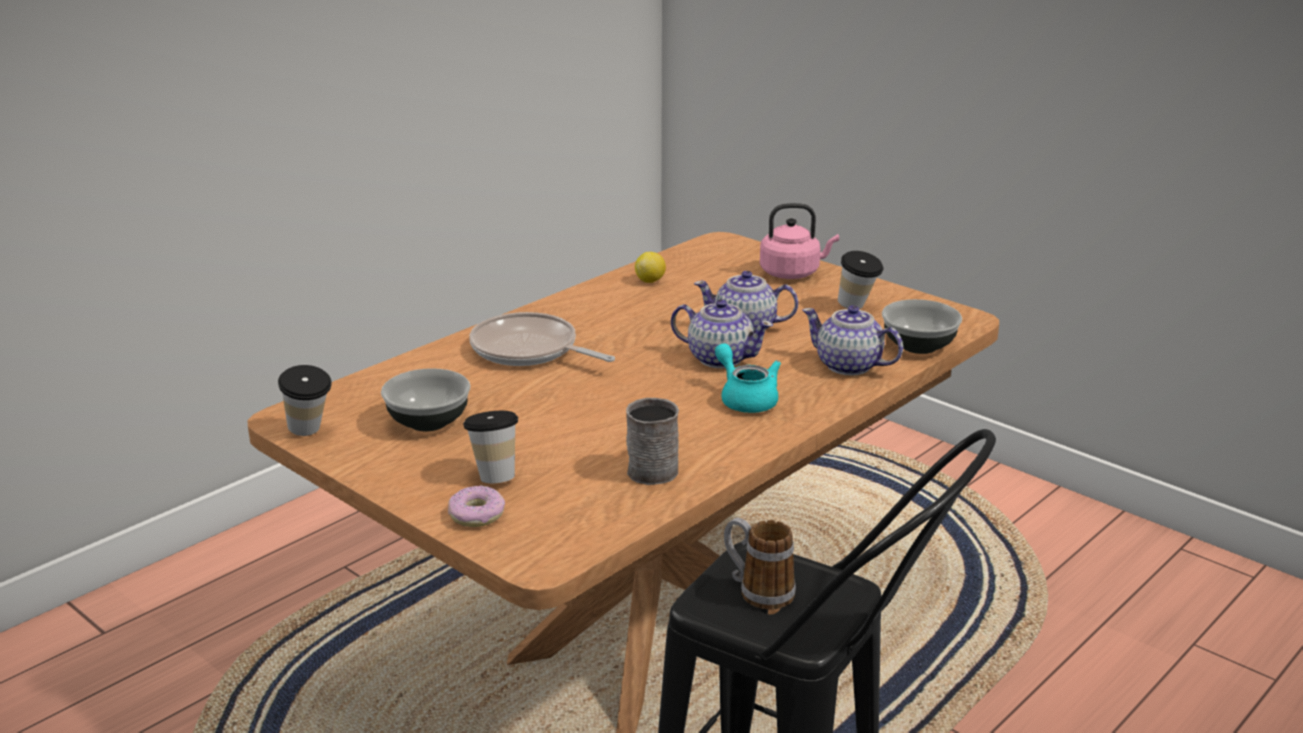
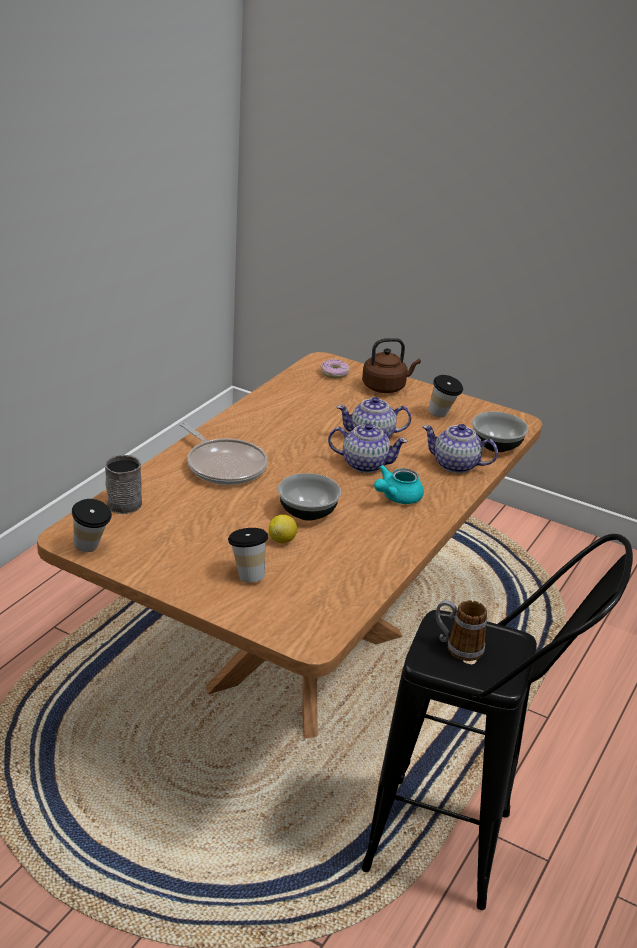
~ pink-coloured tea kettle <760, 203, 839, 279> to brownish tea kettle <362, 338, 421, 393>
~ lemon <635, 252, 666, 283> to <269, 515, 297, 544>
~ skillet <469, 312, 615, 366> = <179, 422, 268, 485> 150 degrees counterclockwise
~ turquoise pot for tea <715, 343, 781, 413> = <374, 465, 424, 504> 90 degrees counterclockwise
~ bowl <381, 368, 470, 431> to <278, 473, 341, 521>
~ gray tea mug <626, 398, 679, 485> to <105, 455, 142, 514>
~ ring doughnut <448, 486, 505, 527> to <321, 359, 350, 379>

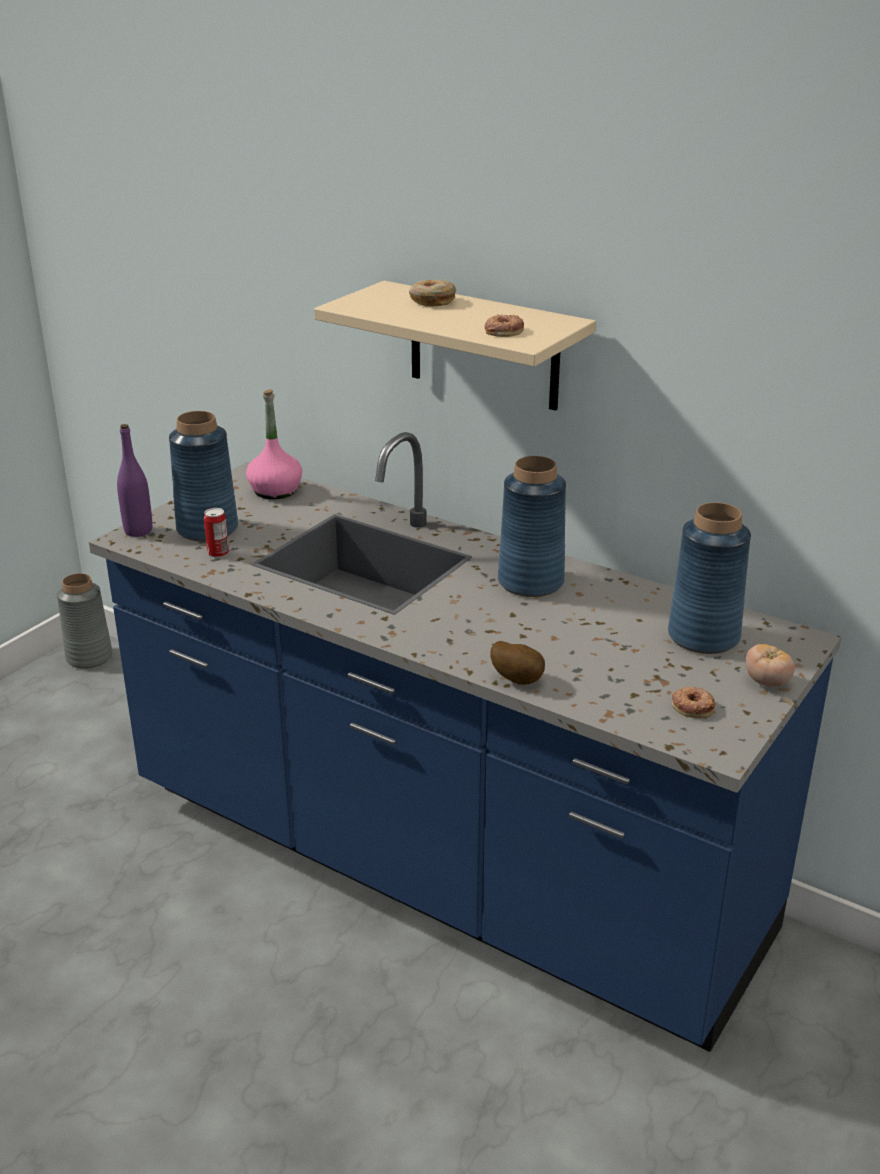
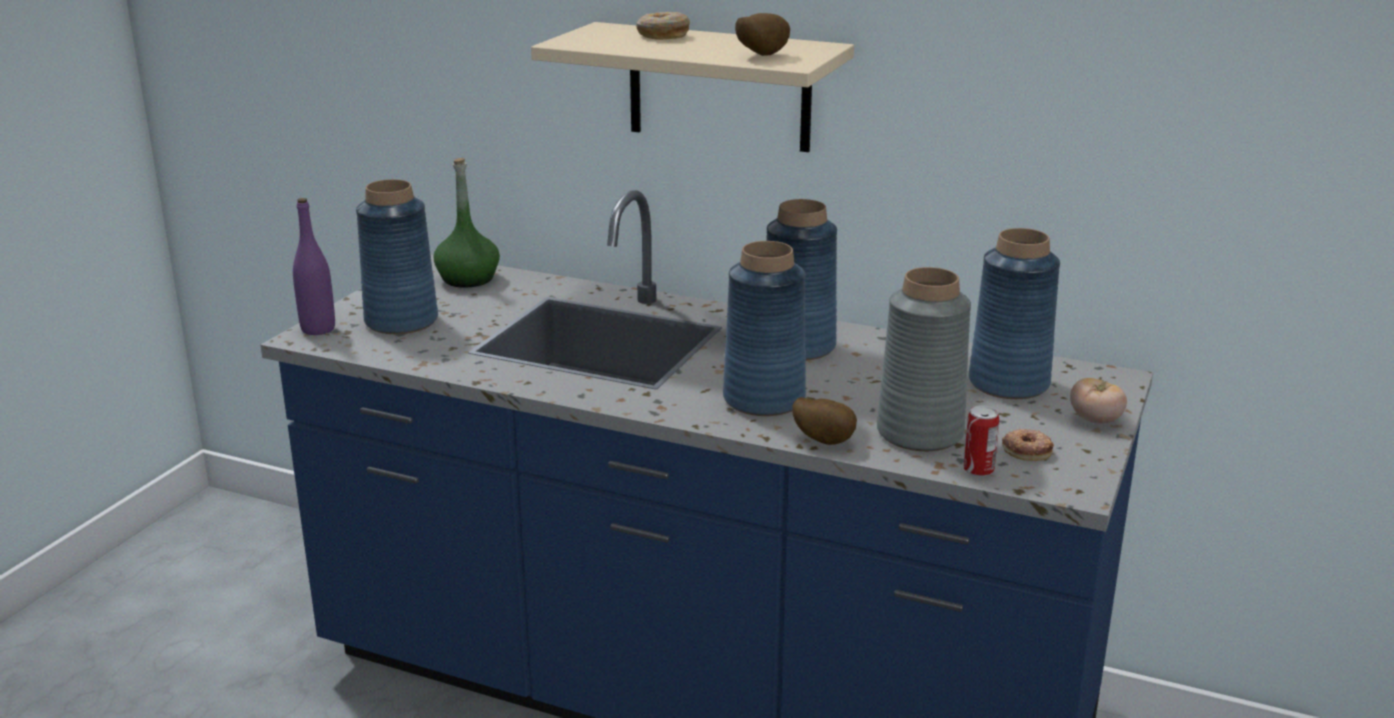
~ ring doughnut <484, 314, 524, 337> to spud <735, 13, 790, 56>
~ pink-coloured drink bottle <246, 389, 302, 499> to green-coloured drink bottle <434, 158, 500, 288>
~ metal can <204, 508, 229, 558> to <964, 405, 1000, 477>
~ gray decorative vase <57, 573, 113, 669> to <877, 267, 971, 451>
+ bluish decorative vase <723, 241, 806, 416>

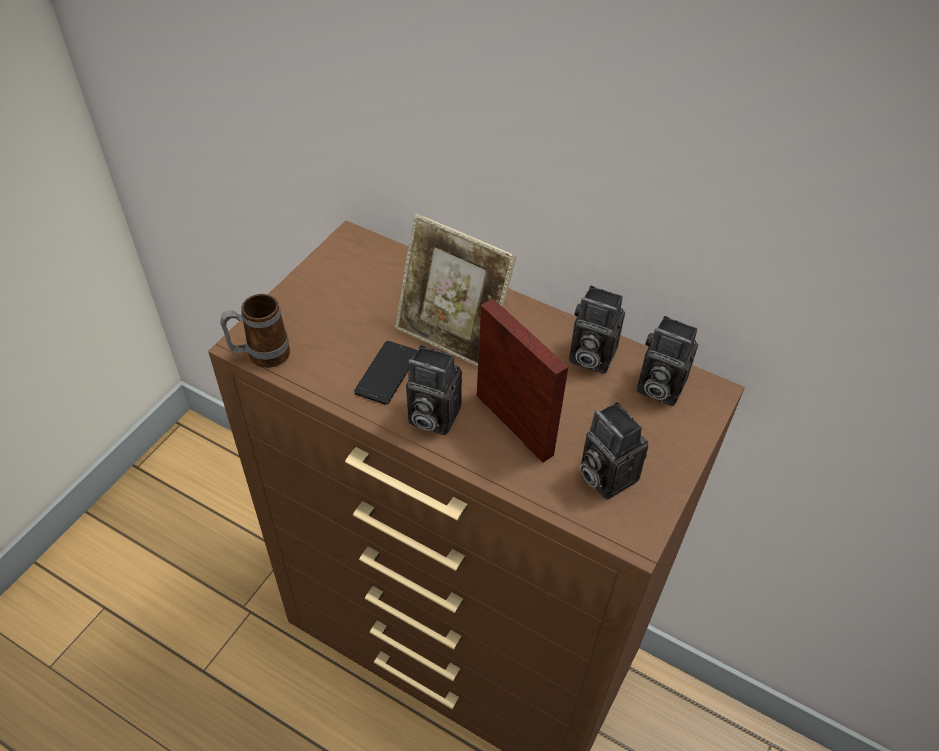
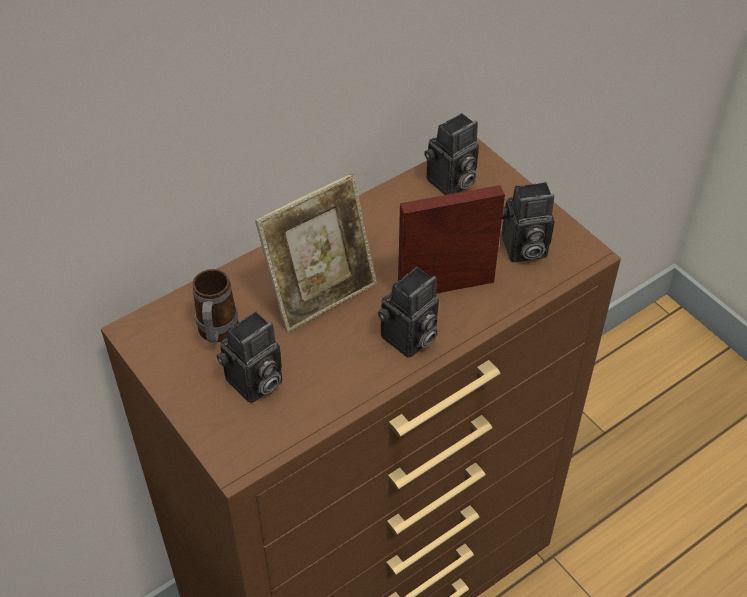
~ still camera <569, 286, 625, 374> to <216, 311, 282, 403>
~ tea mug <220, 294, 290, 368> to <192, 269, 238, 343>
- telephone <354, 341, 418, 405>

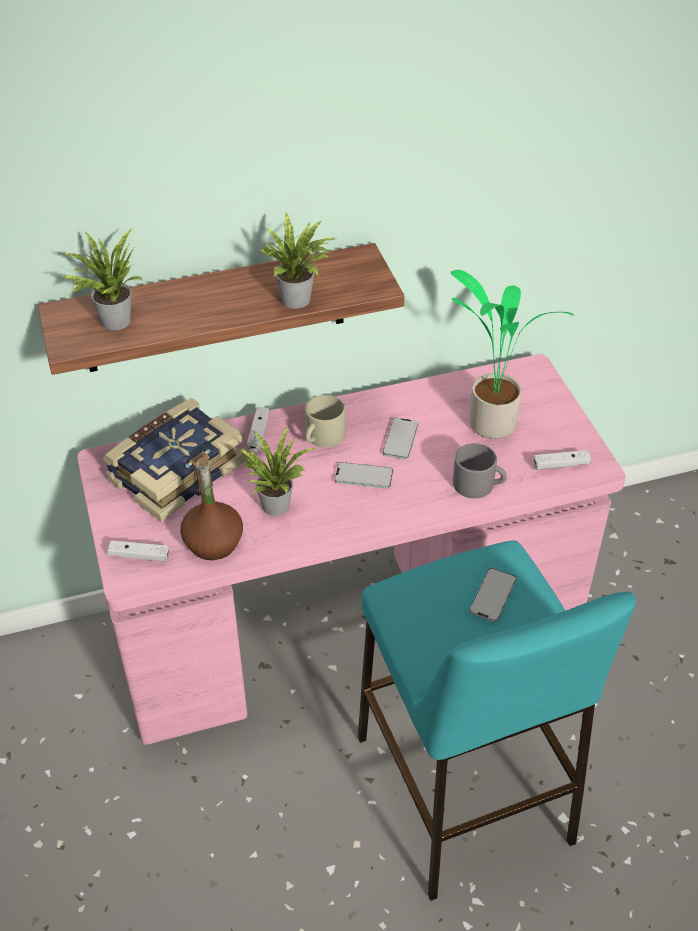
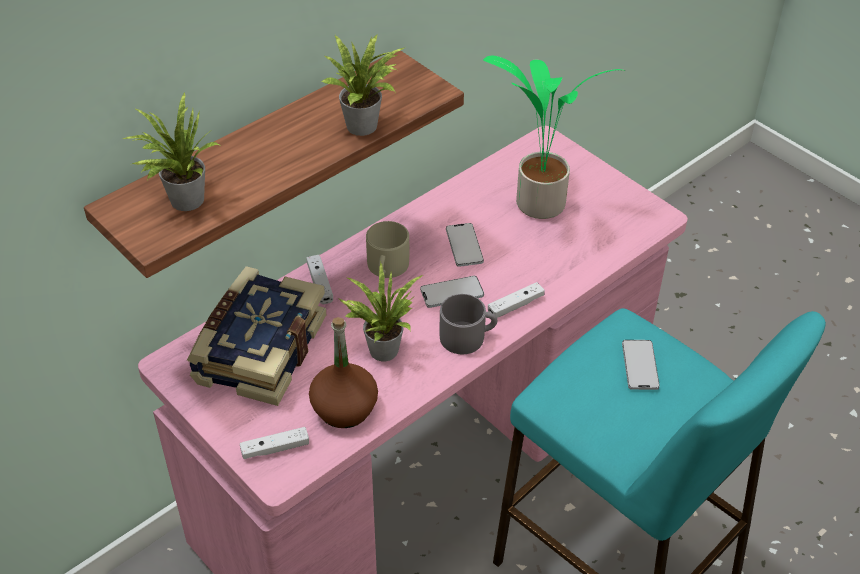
~ gray tea mug <453, 443, 507, 499> to <439, 294, 497, 354>
~ white-coloured game controller <534, 450, 591, 470> to <488, 282, 545, 318>

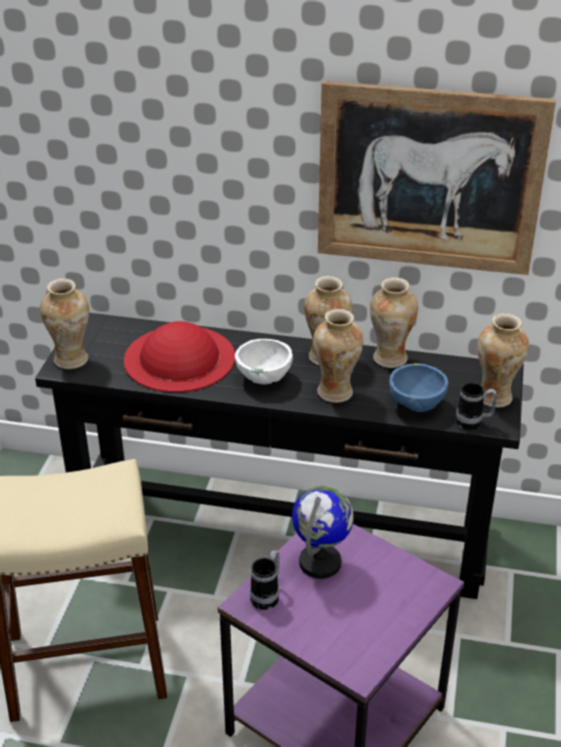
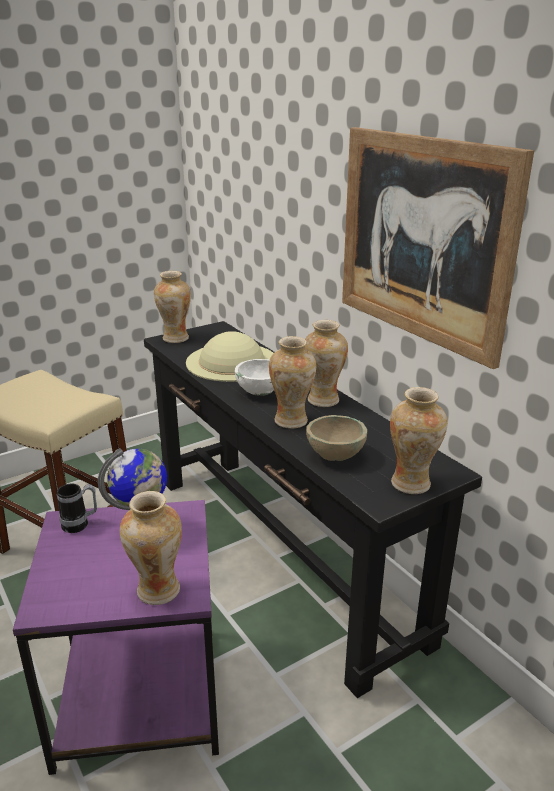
~ decorative vase <370, 277, 418, 368> to <120, 491, 182, 605>
~ reddish clothing hat <124, 321, 235, 392> to beige clothing hat <186, 331, 273, 382>
~ bluish bowl <389, 364, 448, 412> to beige bowl <306, 415, 367, 461>
- tea mug <456, 382, 497, 430>

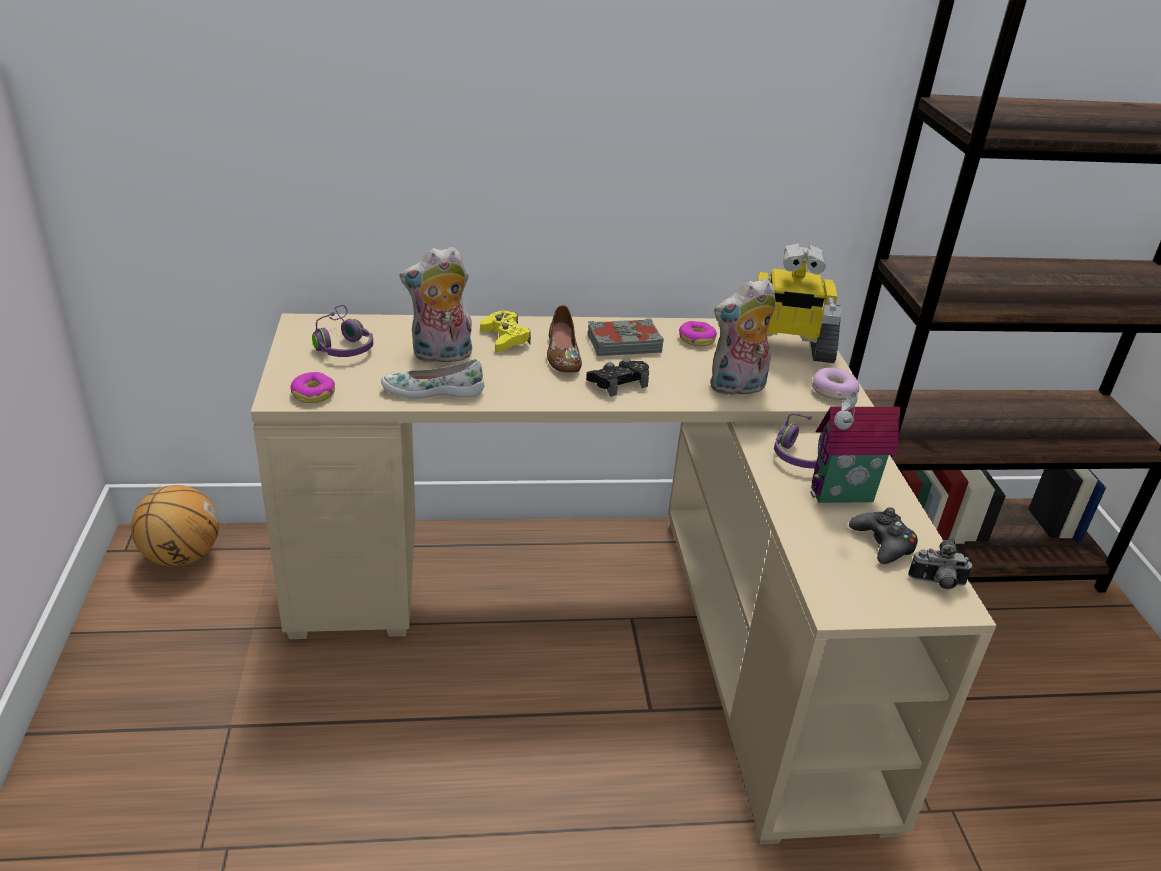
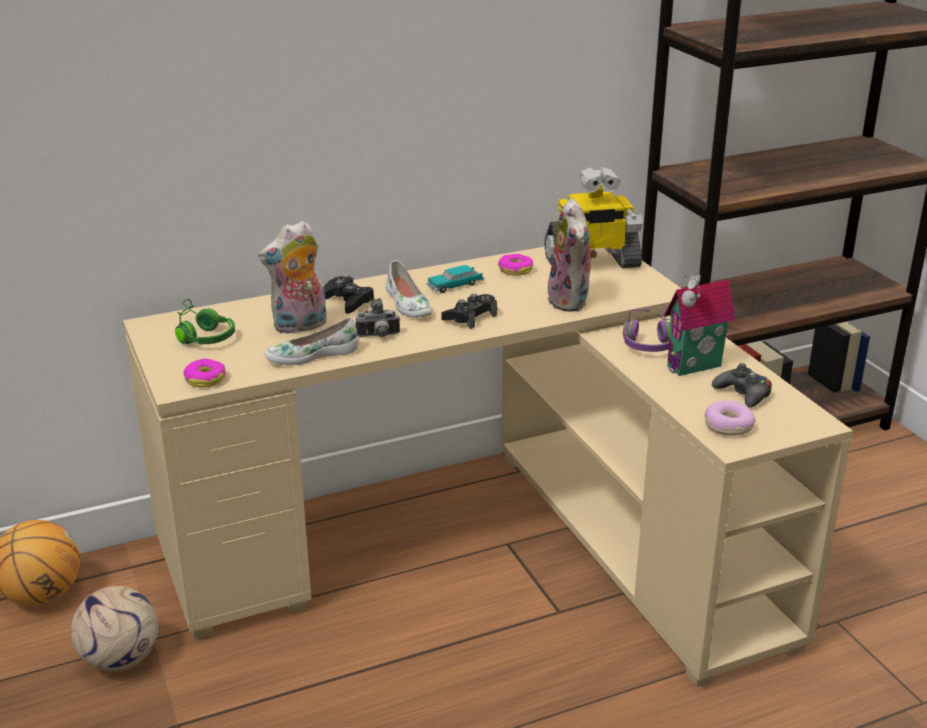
~ soft toy <710, 278, 776, 396> = <548, 198, 598, 312> 60 degrees counterclockwise
~ purple headset <312, 305, 373, 357> to green-coloured headset <175, 299, 235, 344>
~ brownish item of footwear <547, 305, 582, 372> to white-coloured item of footwear <386, 260, 432, 318>
~ yellow-coloured game controller <480, 311, 531, 352> to blackish game controller <323, 276, 374, 314>
~ gray book <587, 318, 664, 356> to model car <426, 265, 485, 293>
~ ring doughnut <812, 368, 859, 400> to <705, 401, 756, 436>
~ still camera <908, 538, 973, 590> to <356, 298, 400, 337>
+ football <71, 586, 159, 671>

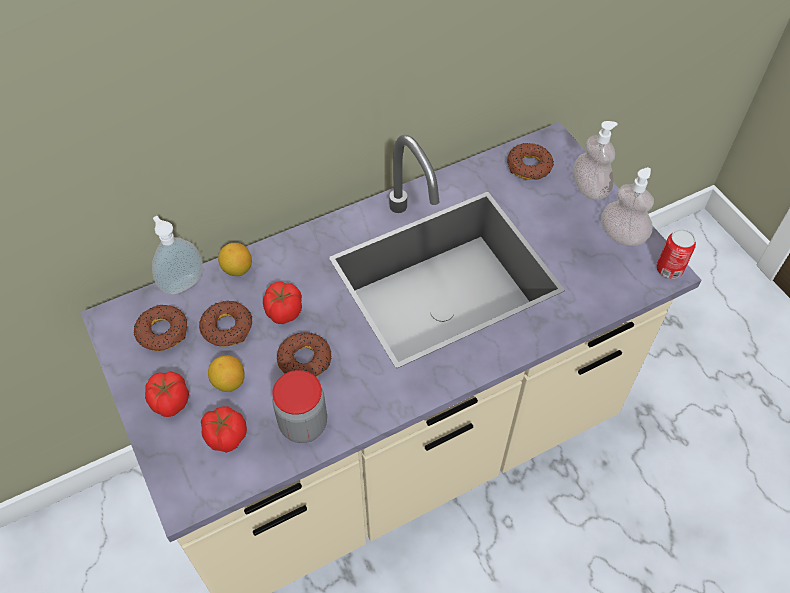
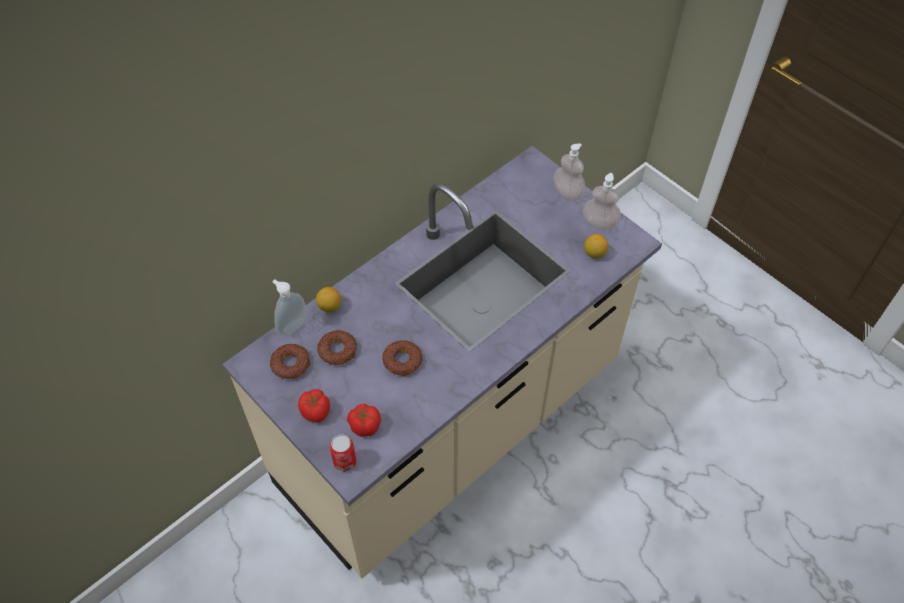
- ring doughnut <507, 143, 554, 180>
~ metal can <656, 229, 696, 279> to <330, 434, 356, 472>
- fresh tomato <263, 282, 302, 324>
~ lemon <208, 355, 245, 392> to <584, 234, 608, 258>
- storage jar <272, 370, 327, 443>

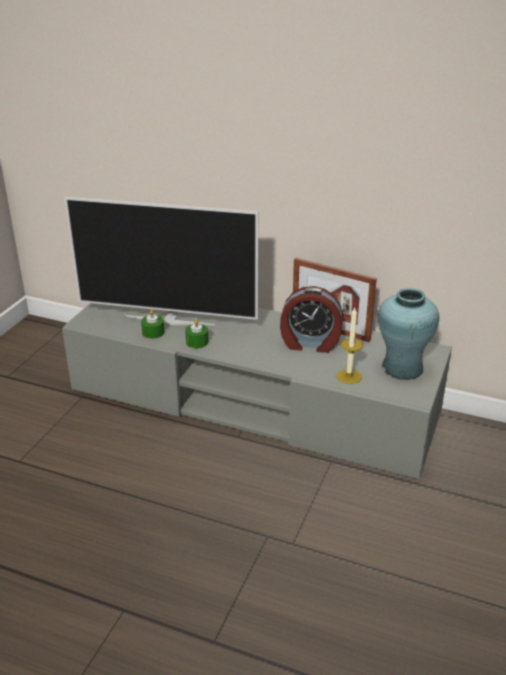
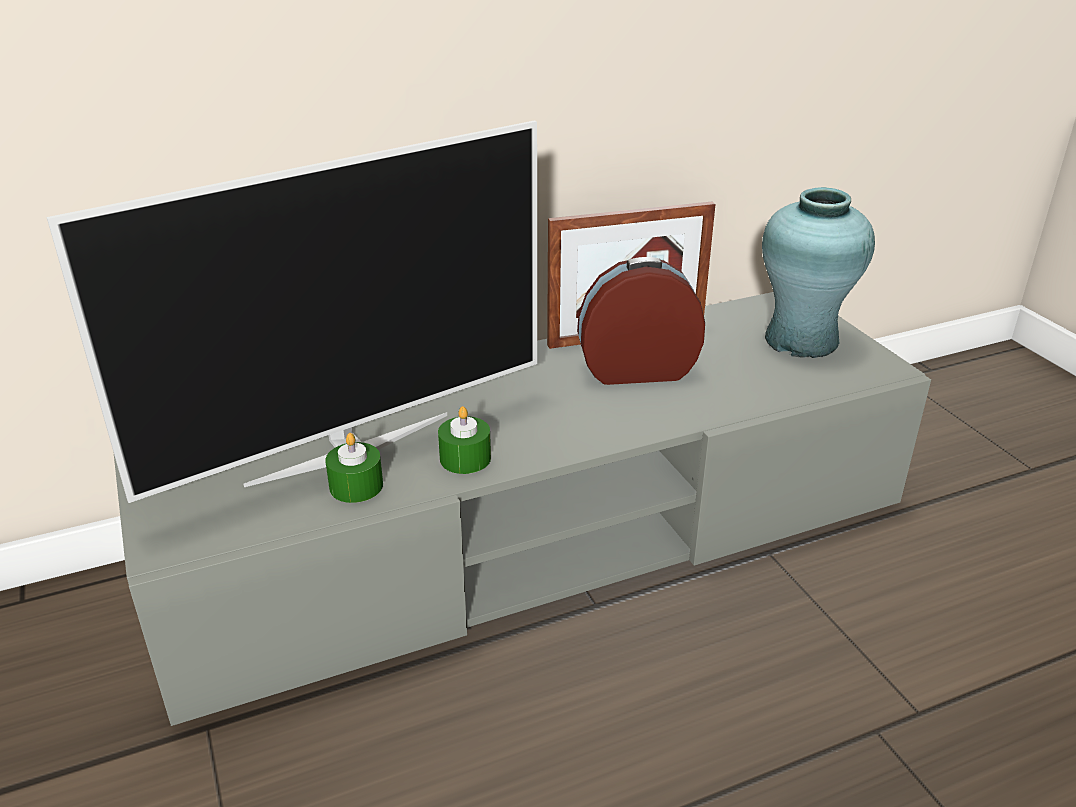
~ alarm clock <280, 286, 343, 353> = <577, 257, 705, 385> 150 degrees counterclockwise
- wax candle <336, 308, 363, 384>

